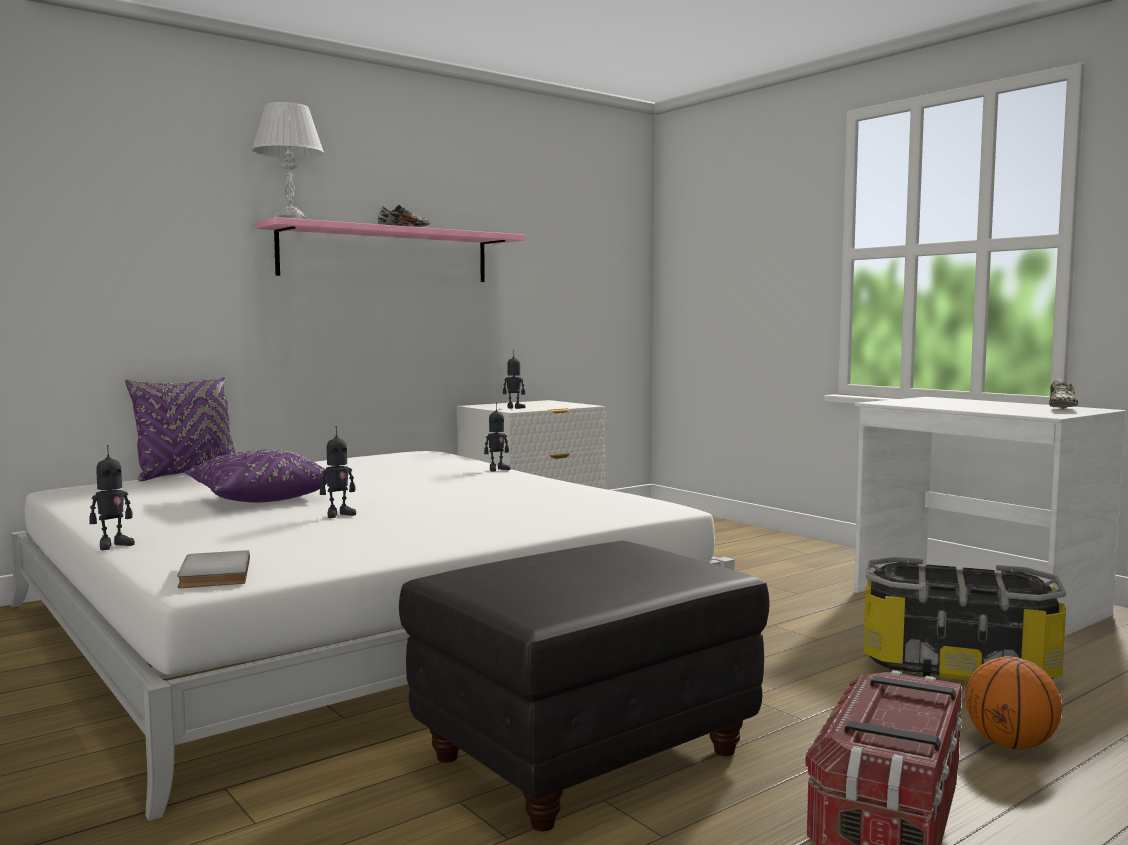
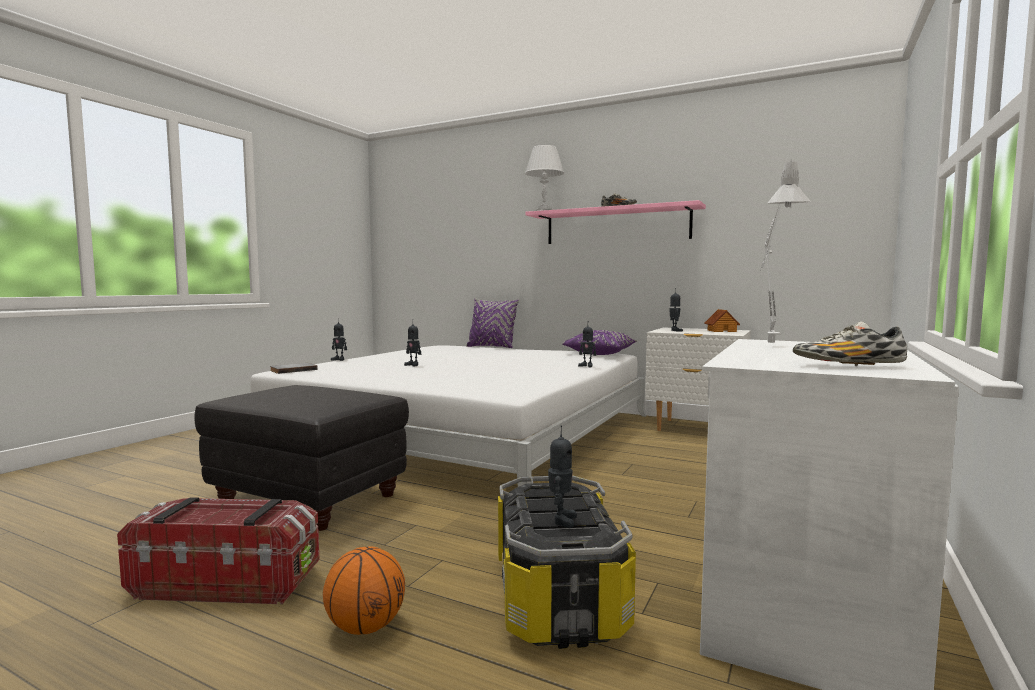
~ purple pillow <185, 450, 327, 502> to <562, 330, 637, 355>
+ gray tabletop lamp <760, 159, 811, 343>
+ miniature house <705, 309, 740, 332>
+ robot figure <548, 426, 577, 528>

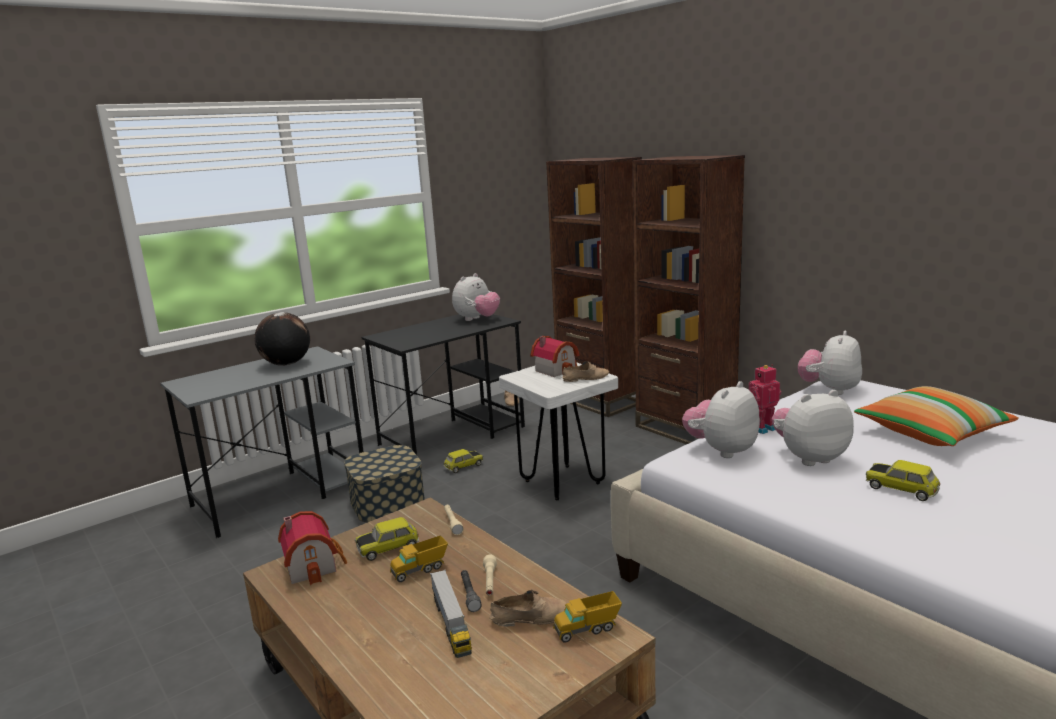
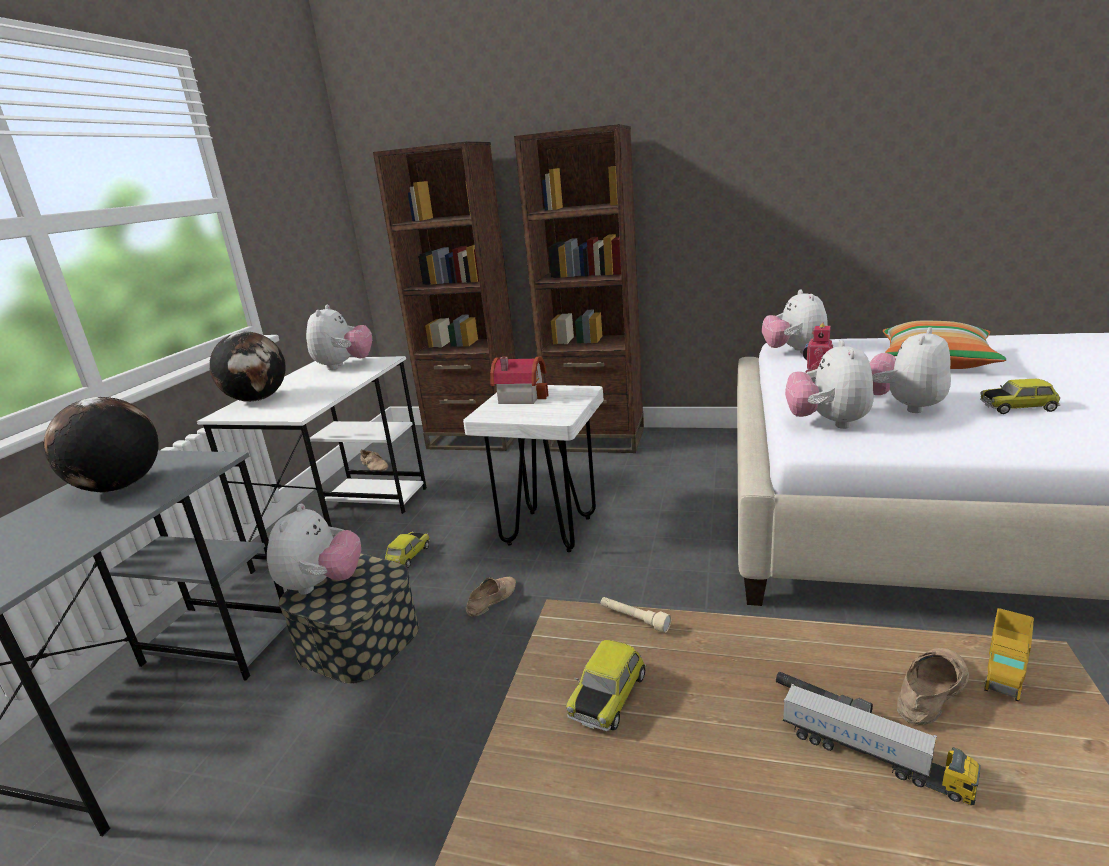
~ blackish desk table <362, 314, 525, 455> to white-coloured desk table <197, 356, 427, 574>
~ beige item of footwear <562, 361, 609, 382> to <466, 577, 516, 616>
- miniature house <278, 511, 348, 585>
- toy truck <390, 535, 448, 582>
- beige torch <483, 555, 497, 596>
+ desk globe <209, 332, 286, 402>
+ soft toy <267, 504, 361, 595>

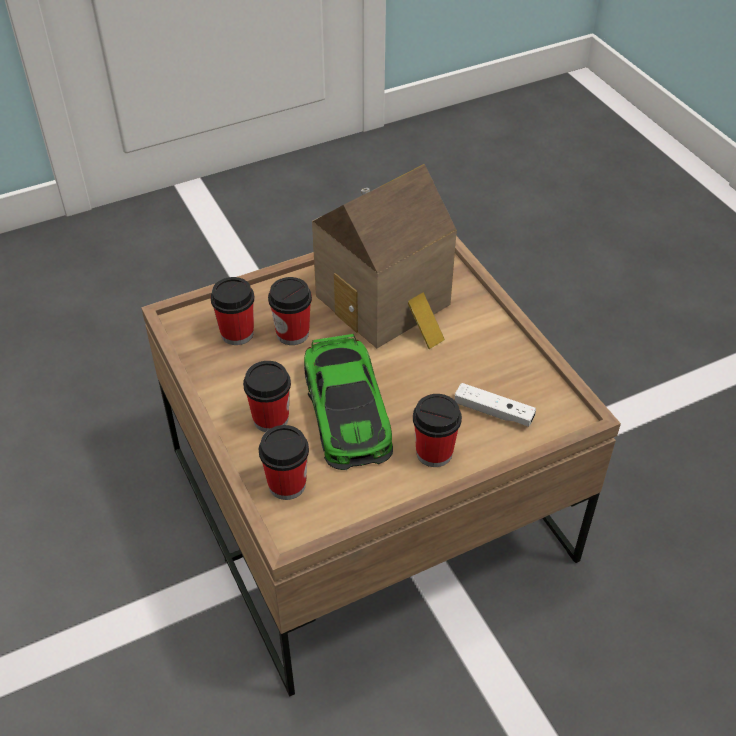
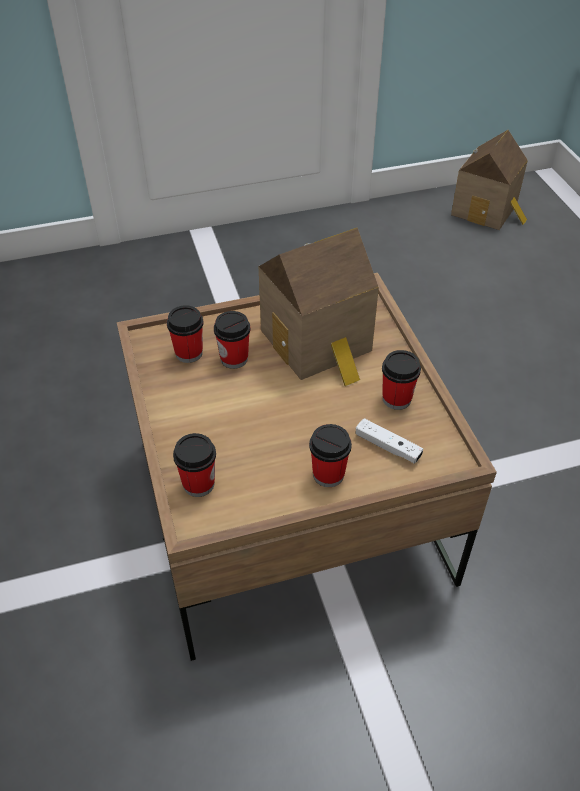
- model car <304, 334, 393, 470>
~ drinking cup <243, 361, 291, 432> to <382, 350, 421, 410>
+ miniature house <451, 130, 528, 230>

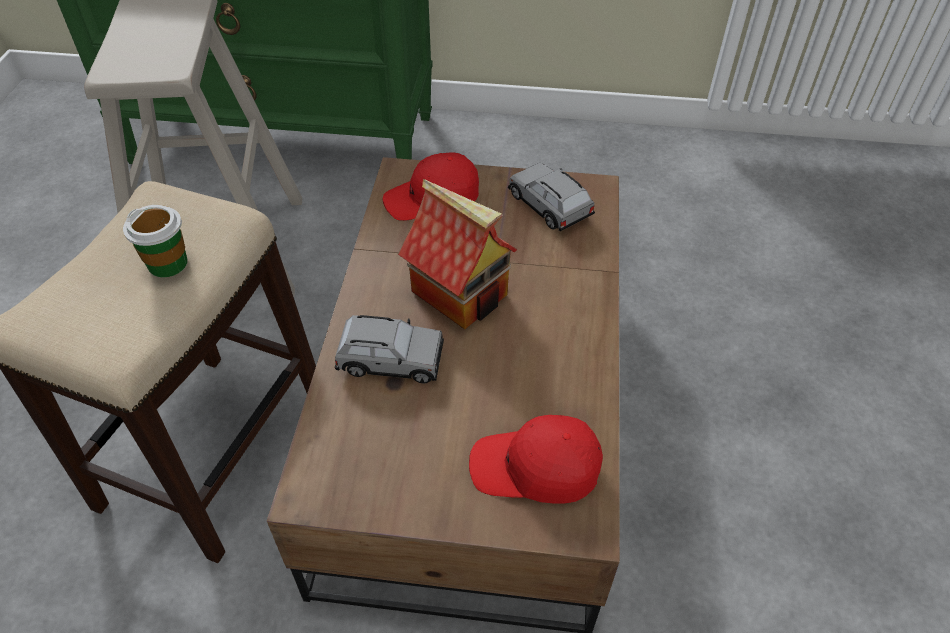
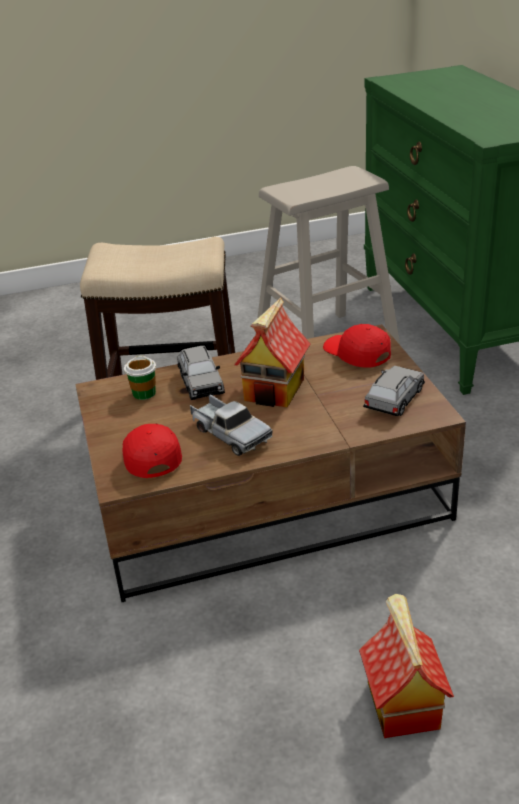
~ drinking cup <123, 205, 188, 277> to <124, 355, 156, 400>
+ toy truck <190, 394, 273, 456>
+ miniature house <359, 594, 454, 738>

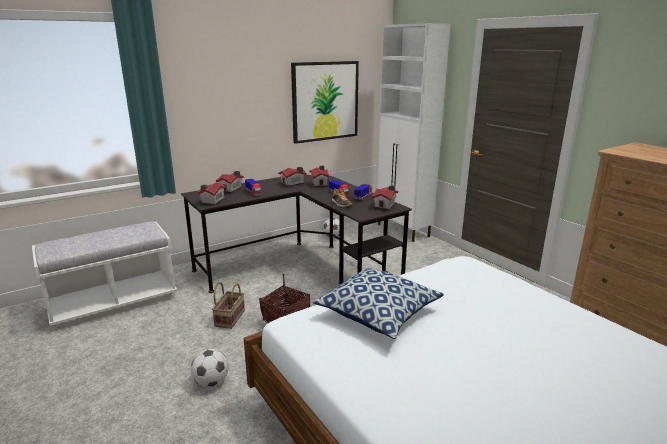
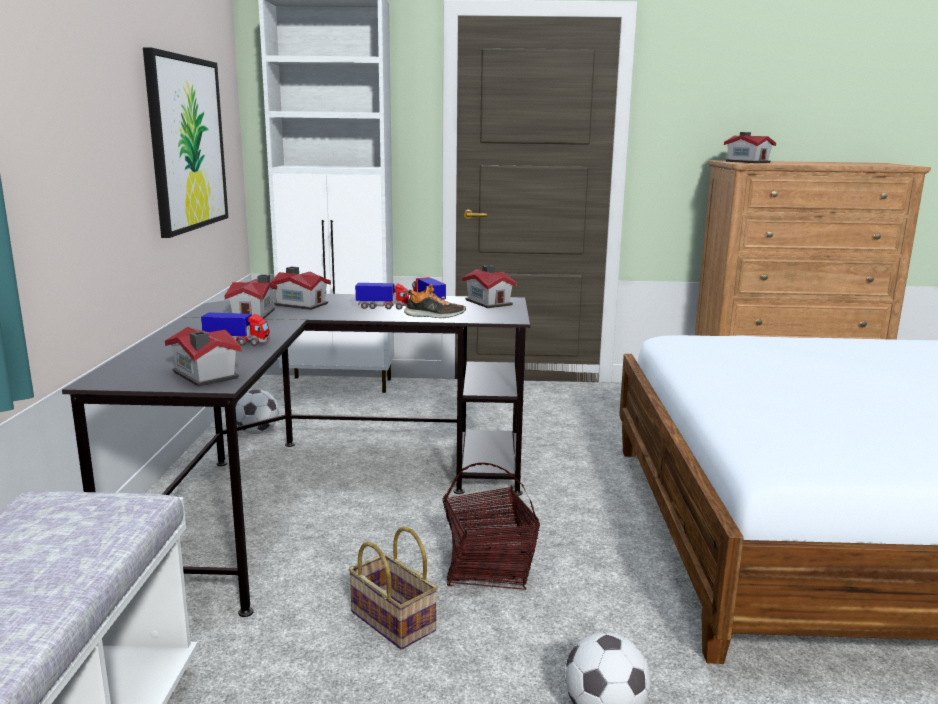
~ miniature house <216, 171, 244, 193> to <724, 132, 776, 163>
- pillow <313, 268, 444, 339>

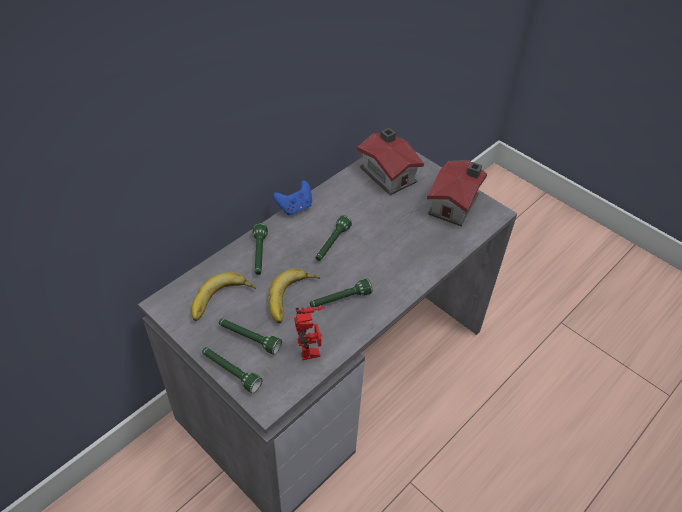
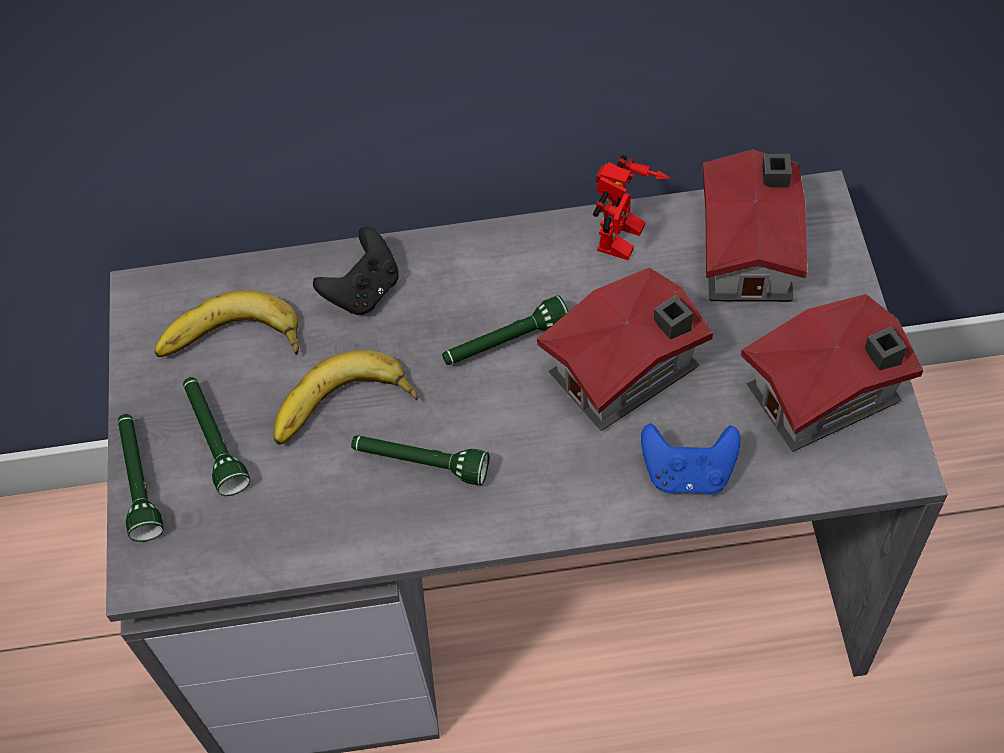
~ bluish game controller <273, 180, 312, 215> to <641, 423, 741, 495>
~ green-coloured torch <253, 223, 268, 275> to blackish game controller <313, 227, 399, 315>
~ robot figure <294, 306, 325, 360> to <593, 155, 670, 260>
+ miniature house <537, 267, 713, 431>

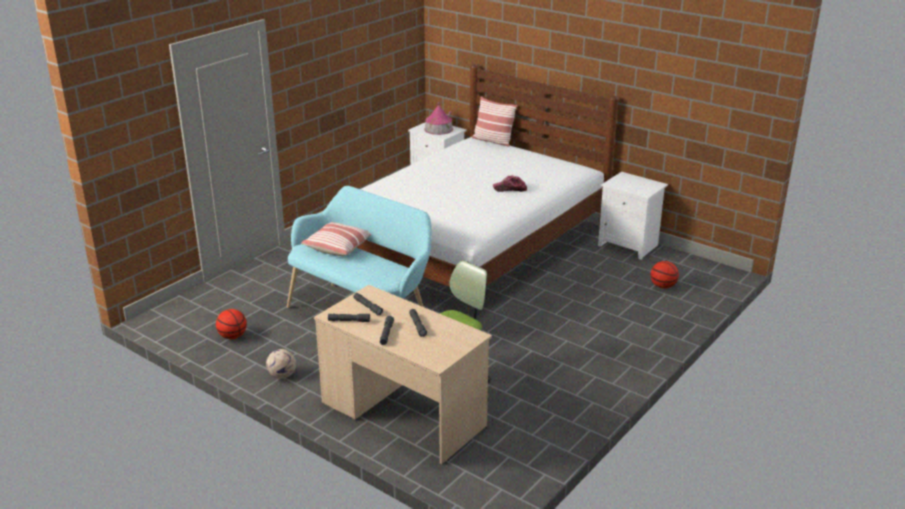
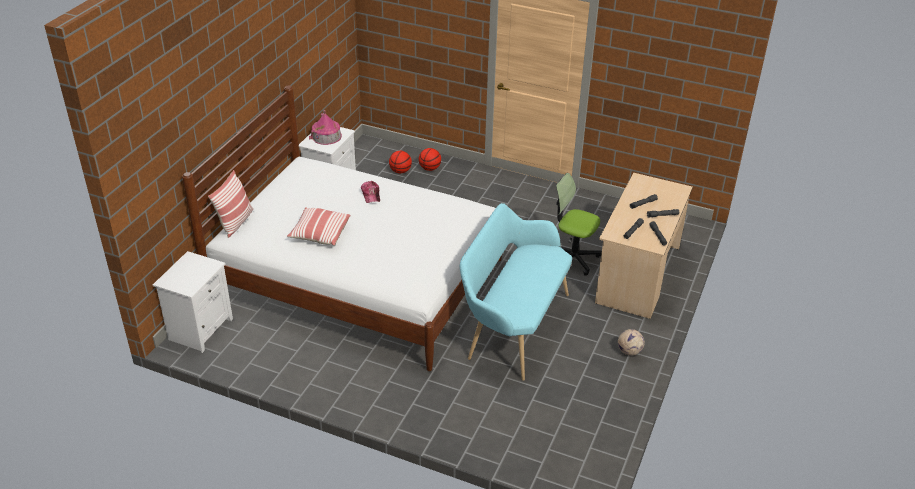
~ miniature house <424, 102, 453, 135> to <309, 110, 342, 145>
~ pillow <301, 222, 371, 256> to <287, 207, 350, 246>
~ ball for basketball <216, 309, 247, 339> to <419, 148, 441, 171>

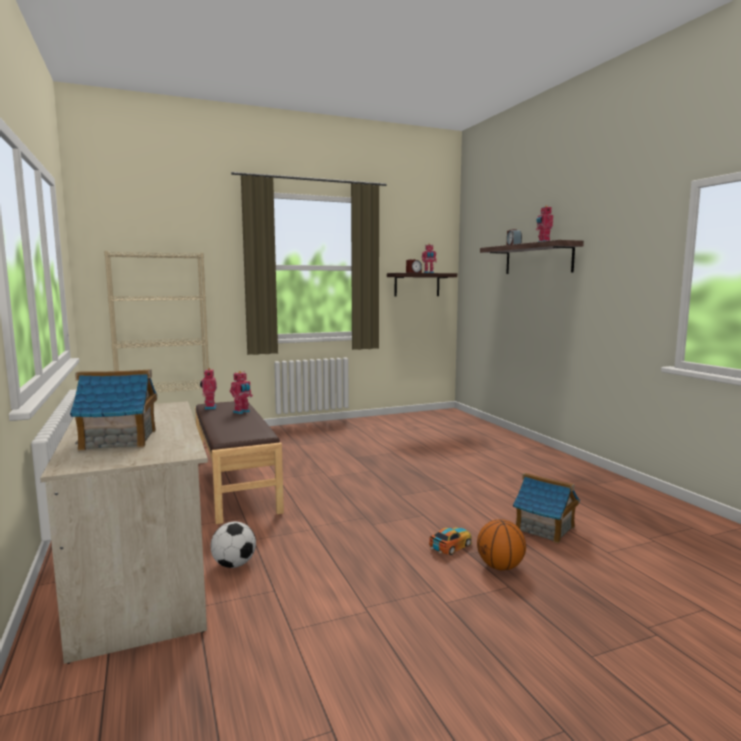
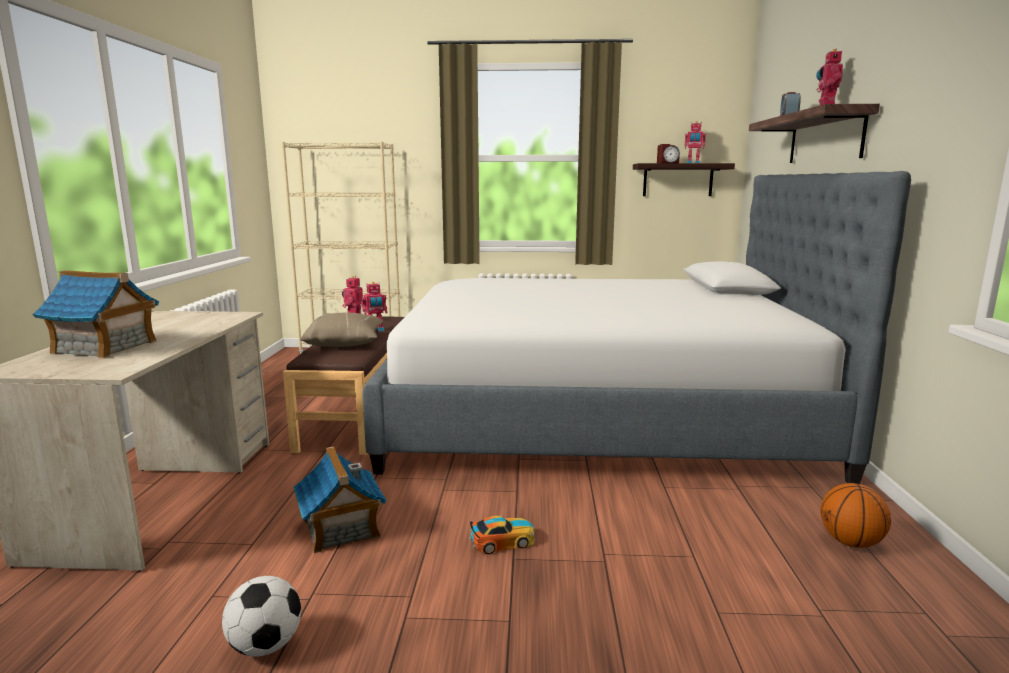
~ miniature house <513, 473, 580, 543> to <294, 447, 387, 553>
~ ball for basketball <477, 519, 526, 570> to <820, 483, 891, 548>
~ football <210, 521, 256, 568> to <222, 576, 301, 657>
+ bed <363, 171, 911, 484>
+ beige pillow <301, 312, 383, 347>

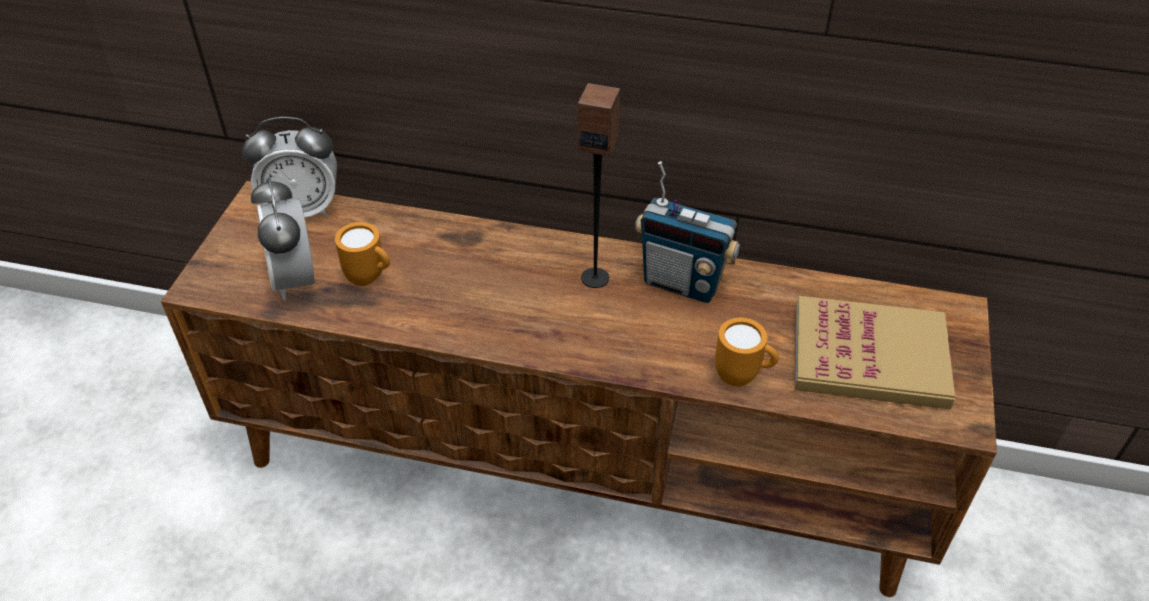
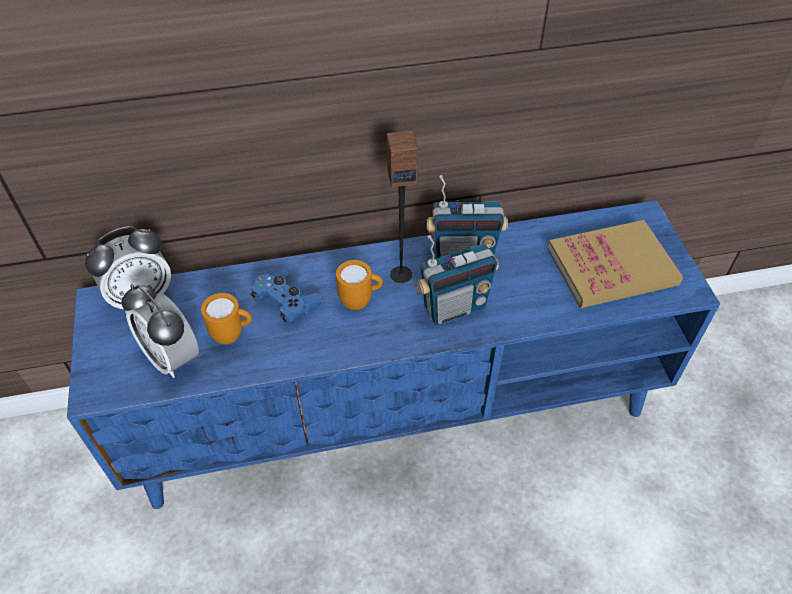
~ brownish tv stand <161, 181, 997, 597> to bluish tv stand <67, 200, 720, 509>
~ orange-coloured tea mug <715, 318, 779, 387> to <336, 260, 383, 310>
+ radio receiver <414, 235, 499, 325>
+ bluish game controller <250, 269, 323, 325>

